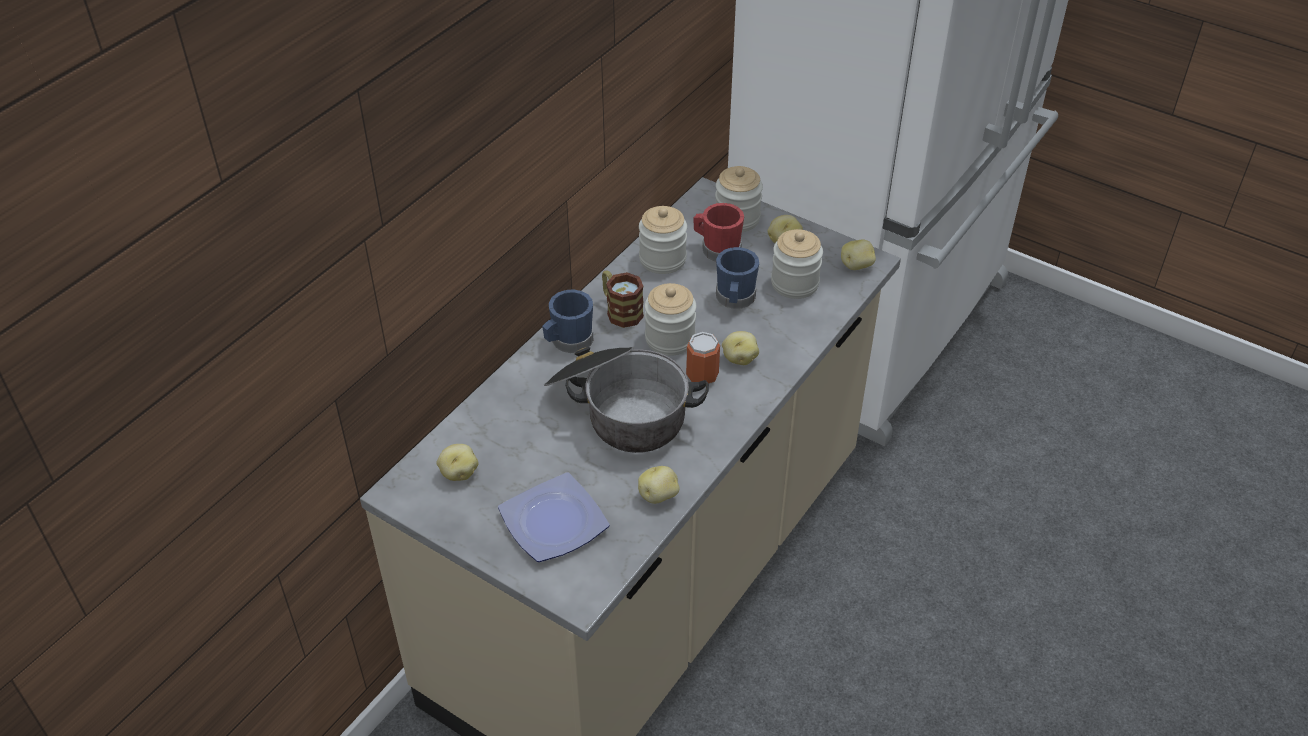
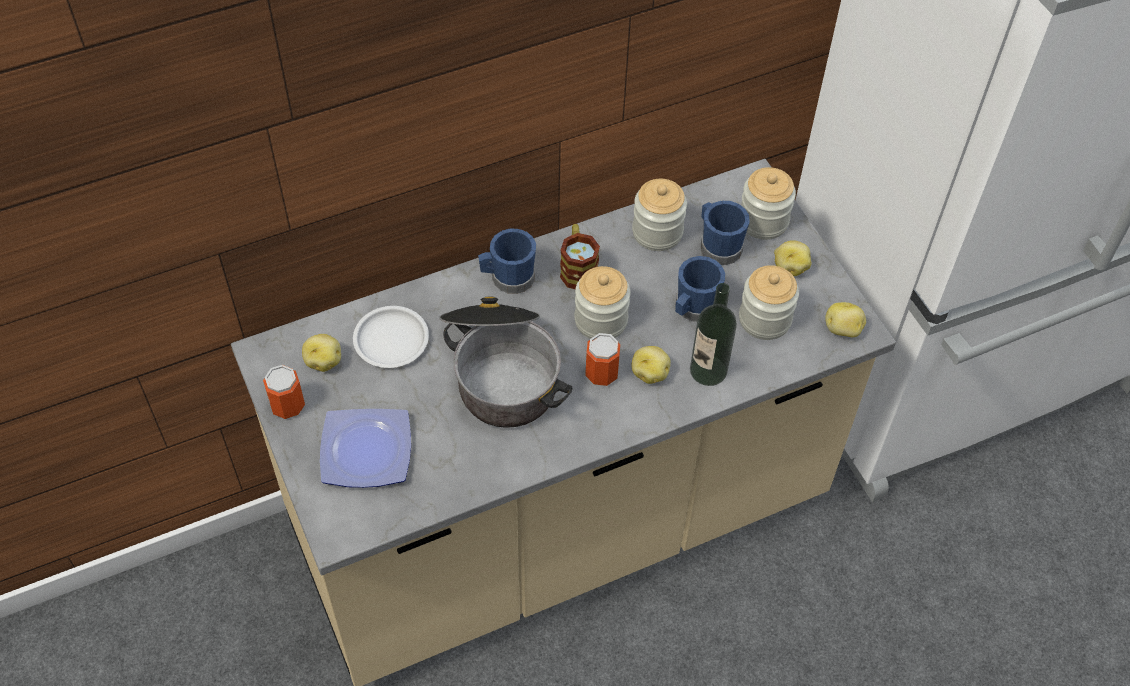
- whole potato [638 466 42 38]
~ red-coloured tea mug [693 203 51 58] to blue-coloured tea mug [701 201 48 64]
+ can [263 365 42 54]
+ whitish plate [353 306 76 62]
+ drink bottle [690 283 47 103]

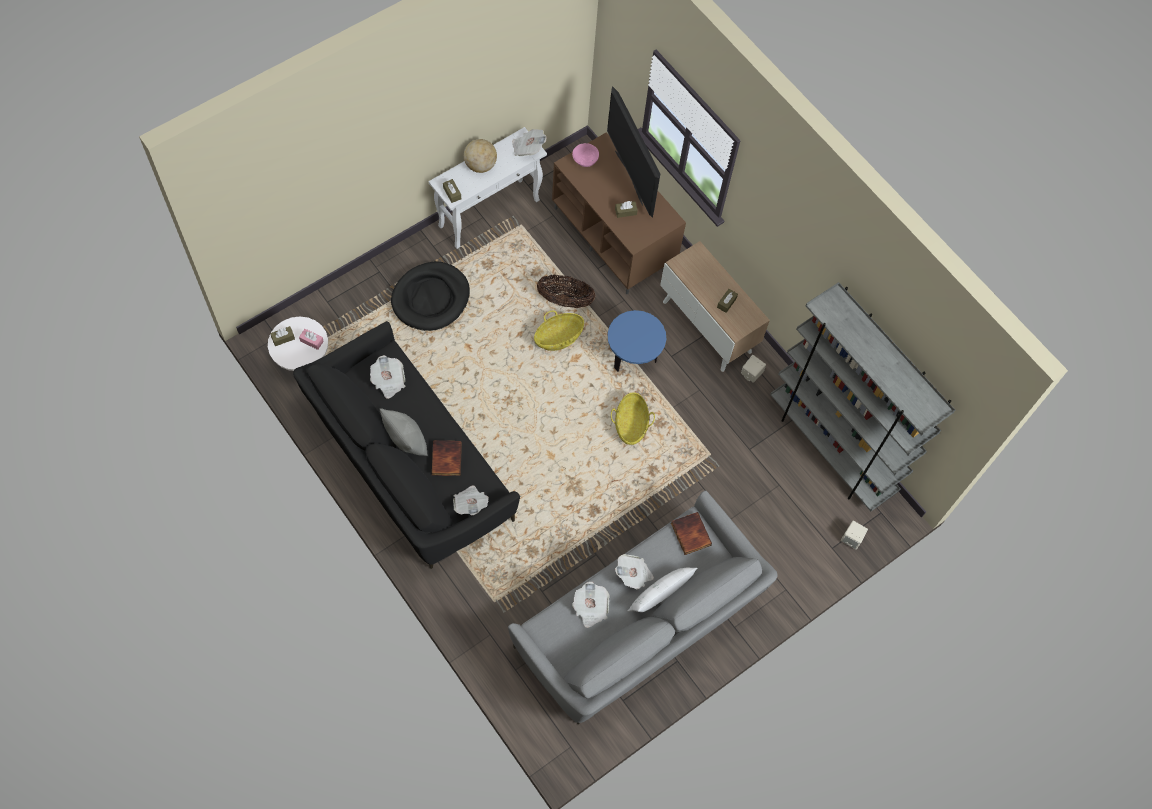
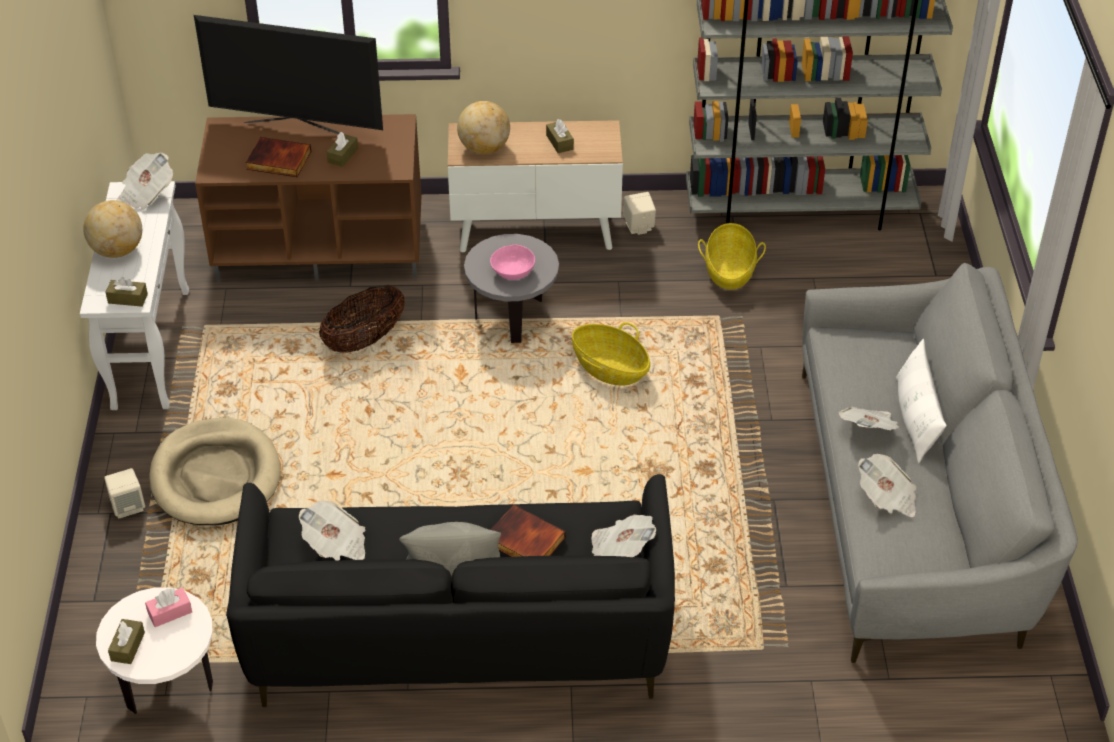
~ blackish pet bed [391 261 79 70] to sand-coloured pet bed [149 418 132 107]
~ household basket [534 310 50 41] to [698 223 68 67]
~ pink deep dish [572 143 27 24] to [490 245 45 35]
~ blue-coloured end table [607 310 59 62] to gray end table [464 234 95 109]
~ volume [671 512 41 43] to [246 137 65 40]
~ sand-coloured audio speaker [841 521 27 29] to [104 468 41 51]
+ desk globe [457 101 53 53]

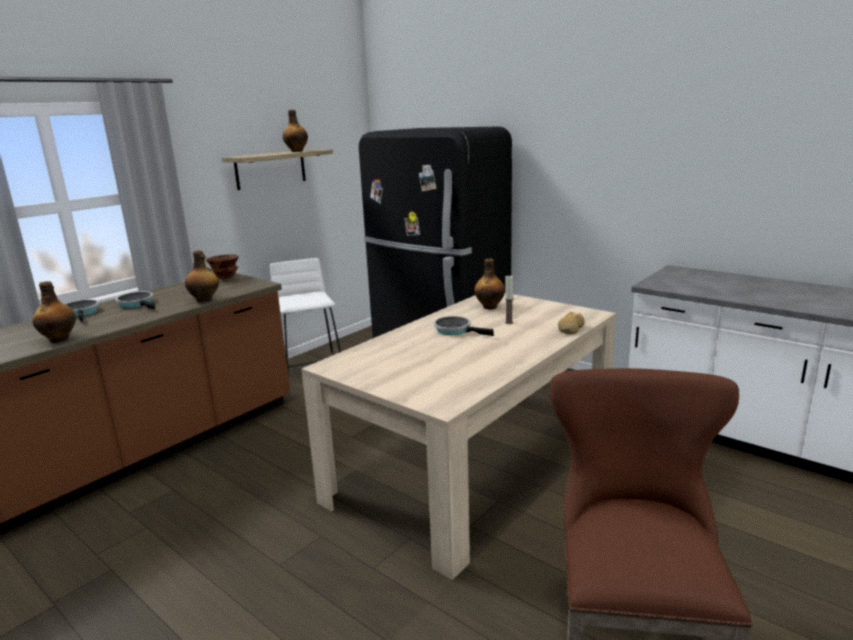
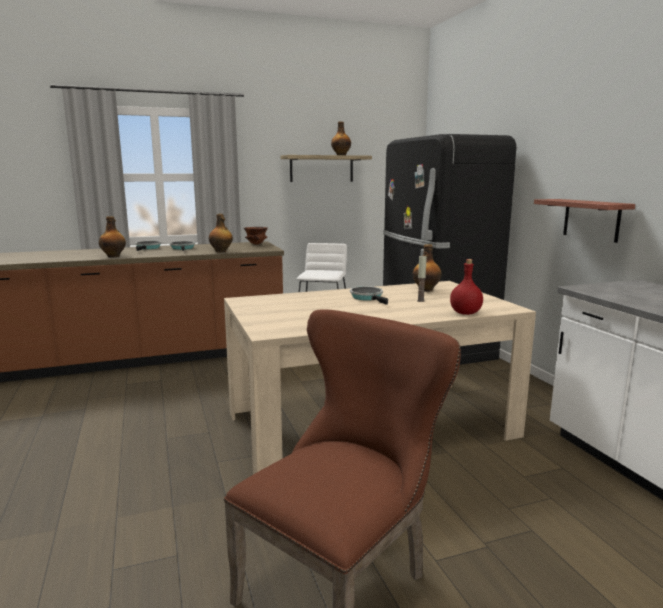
~ bakery bread [558 312 27 22] to red-coloured drink bottle [450 259 33 56]
+ shelf [534 199 101 44]

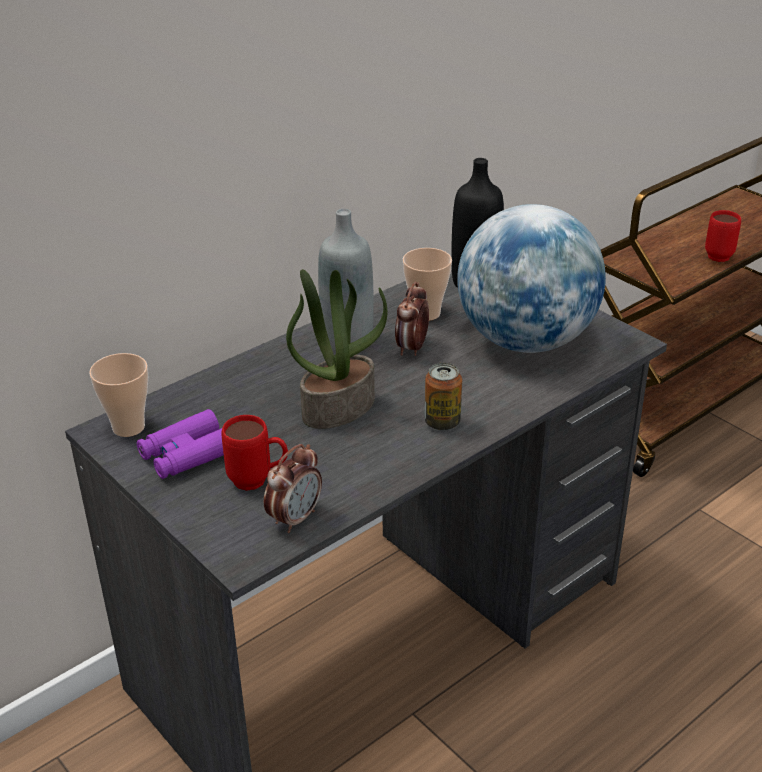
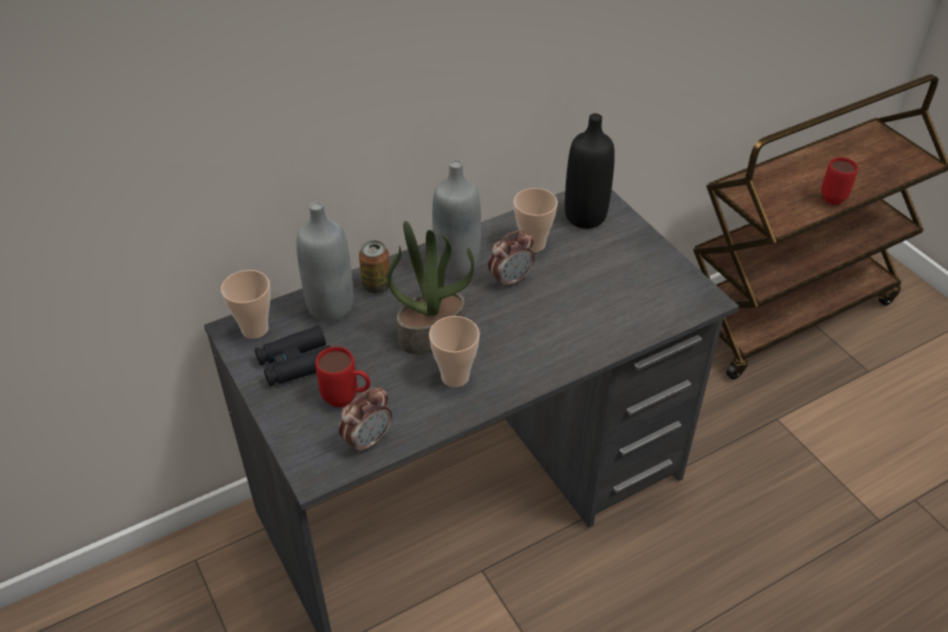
~ purple-coloured pair of binoculars [137 409 87 70] to blackish pair of binoculars [255 326 76 60]
~ bedside clock [395 282 34 74] = [488 230 47 59] 150 degrees counterclockwise
~ can [425 363 37 68] to [359 240 31 54]
- desk globe [457 204 149 149]
+ gray drink bottle [297 201 56 121]
+ small cup [429 316 51 71]

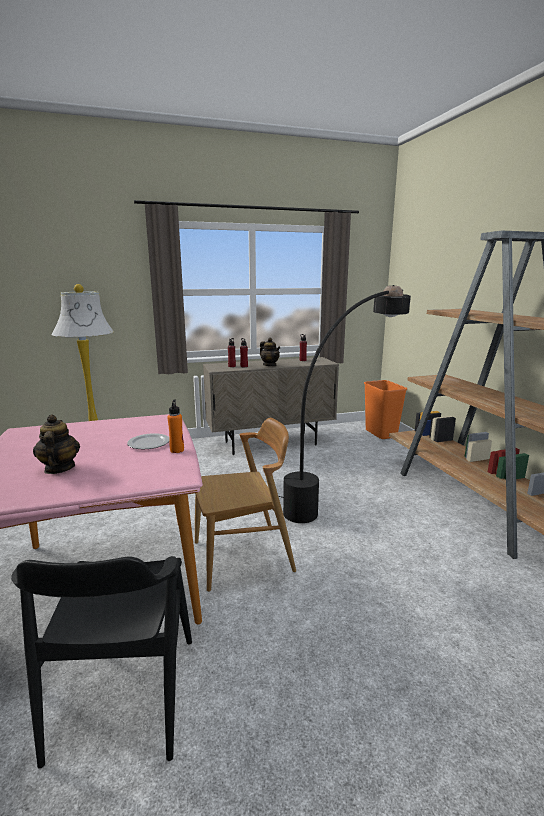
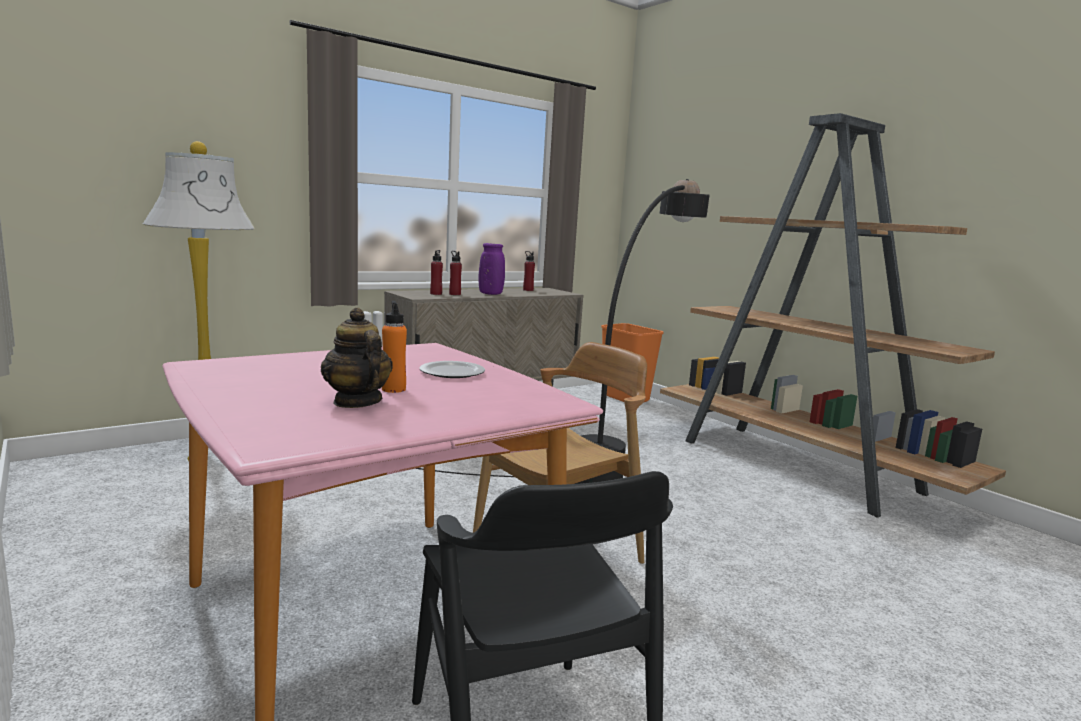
~ orangey drink bottle [168 400 16 53] to [382 301 25 92]
~ tea pot [260 338 20 28] to purple-coloured vase [479 243 26 52]

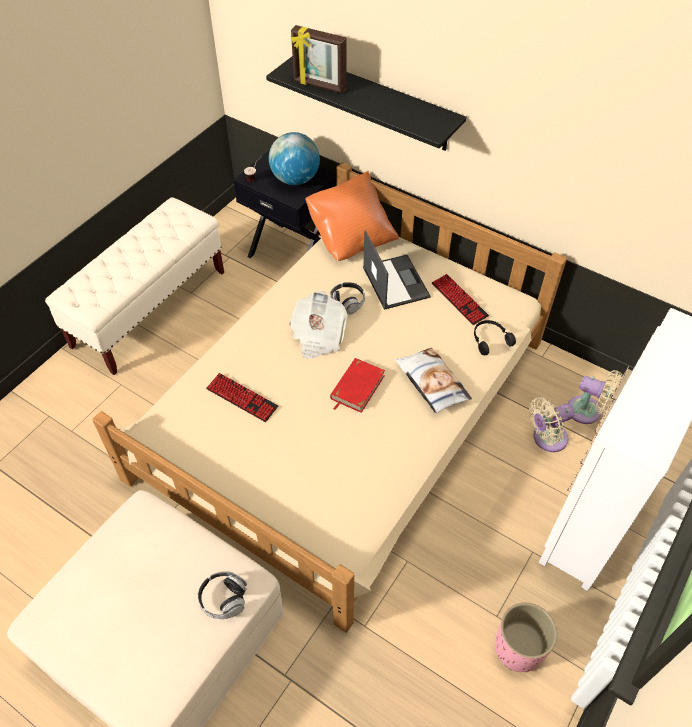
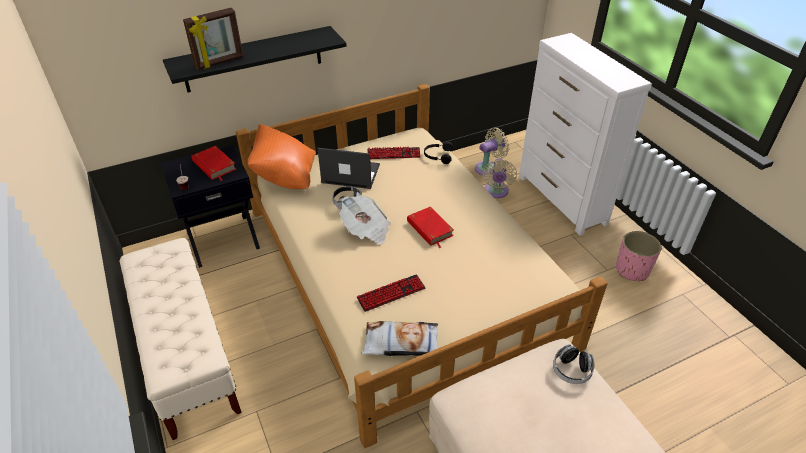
~ desk globe [269 132 51 53] to red-coloured volume [191 146 45 35]
~ cushion [395 348 77 66] to [361 321 77 35]

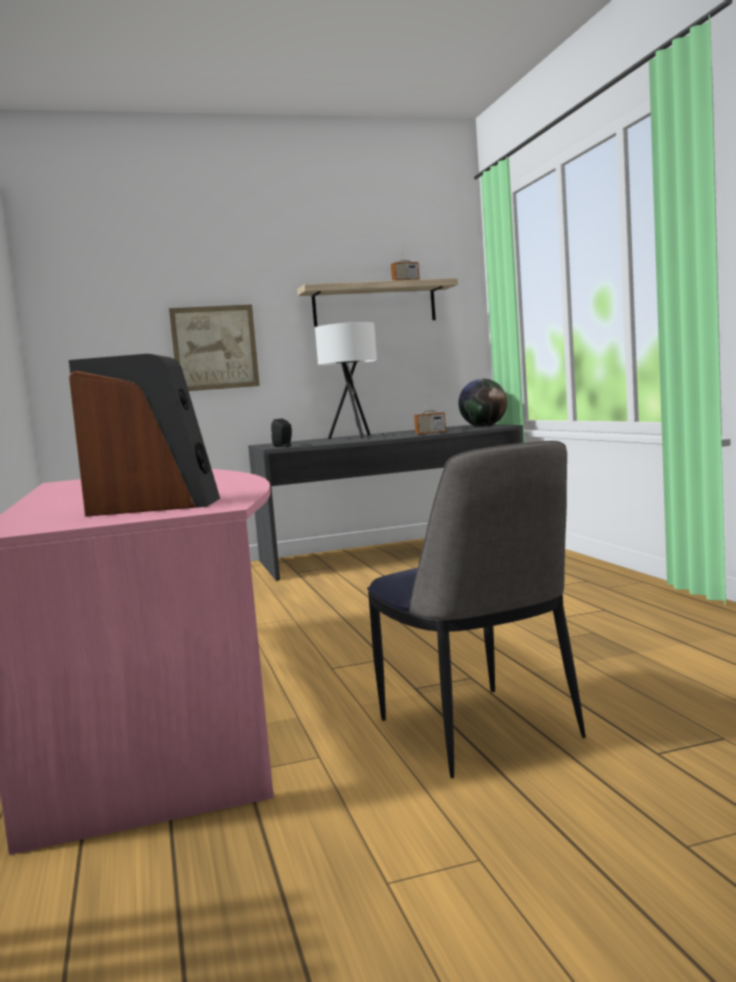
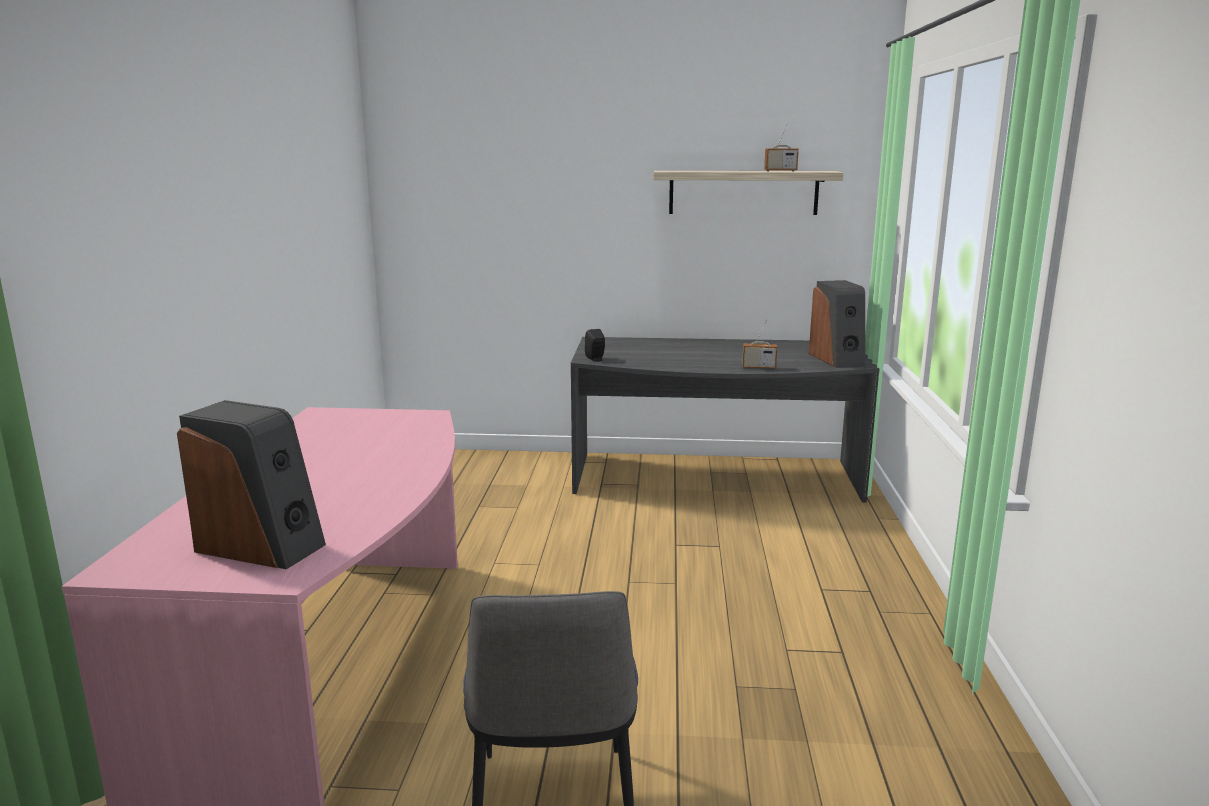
- wall art [169 304 91 87]
- whitish tabletop lamp [315 322 72 117]
~ desk globe [459 379 48 48] to audio speaker [809 280 56 88]

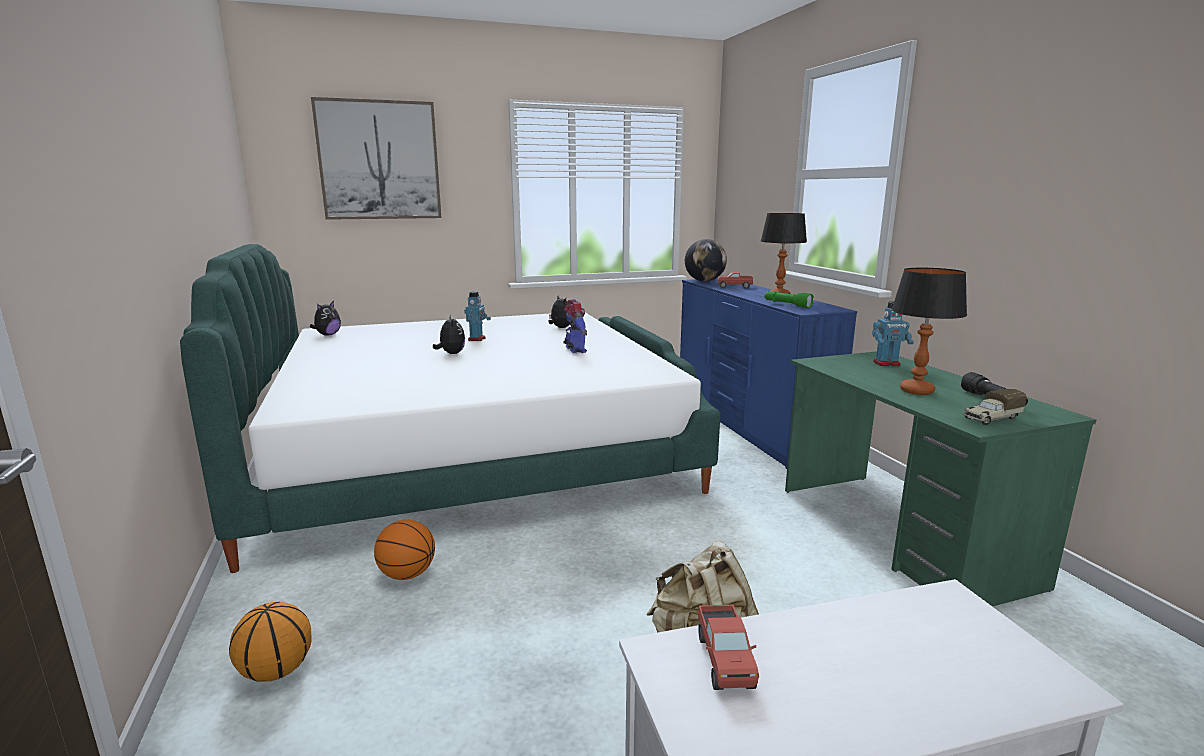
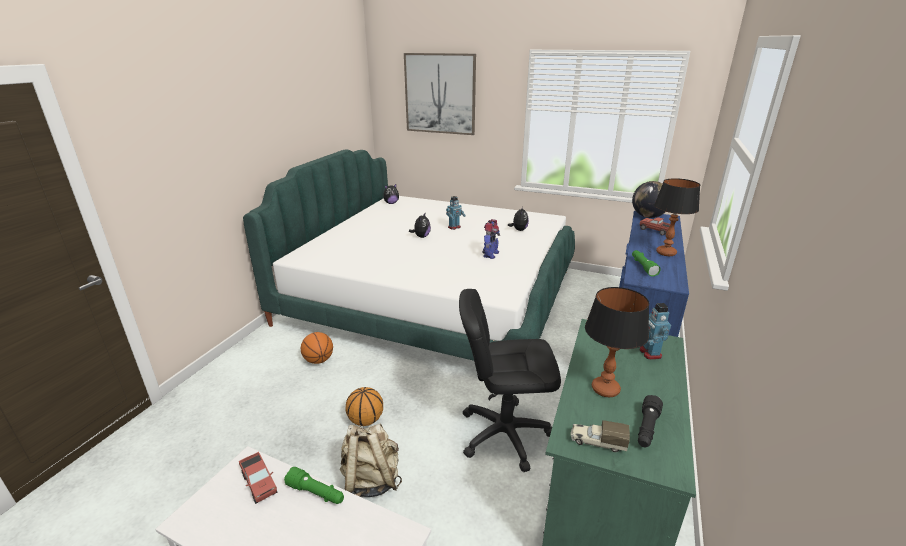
~ basketball ball [229 602 83 80] to [346 387 37 39]
~ toy lorry [698 605 61 85] = [239 452 38 52] 75 degrees counterclockwise
~ toy robot [872 302 42 64] = [639 303 32 56] 45 degrees clockwise
+ greenish flashlight [284 467 60 37]
+ blackish desk chair [459 289 102 183]

